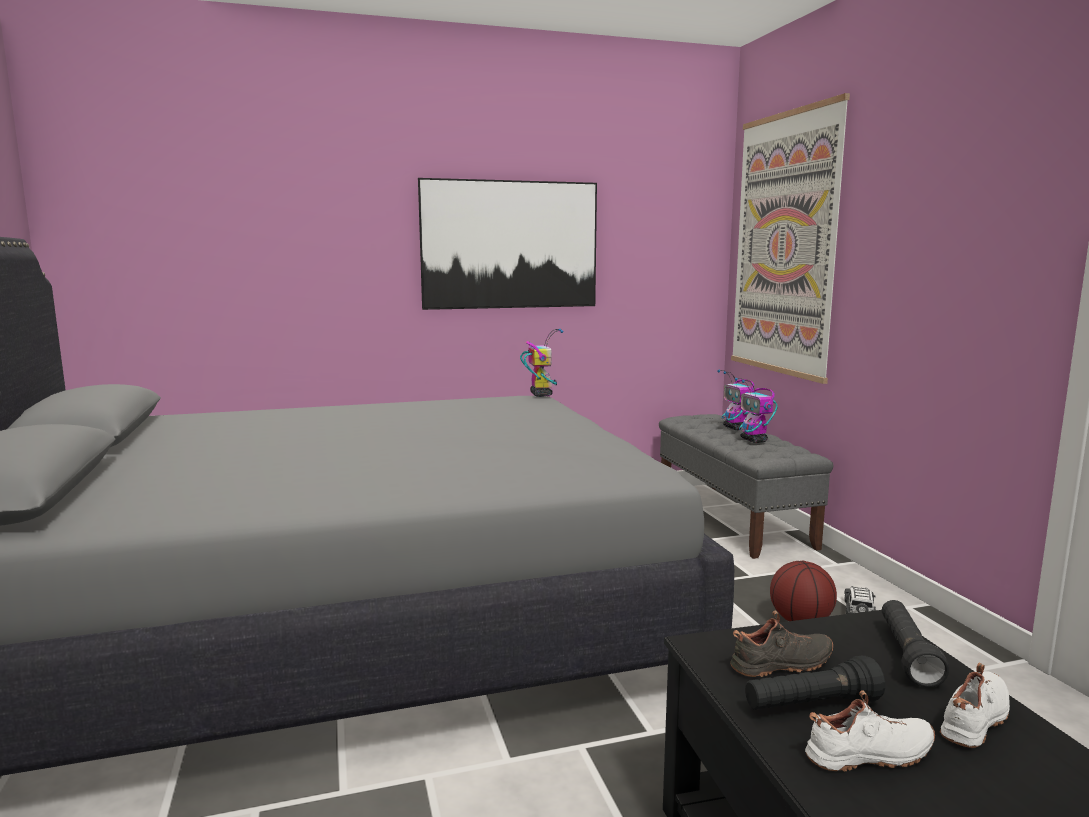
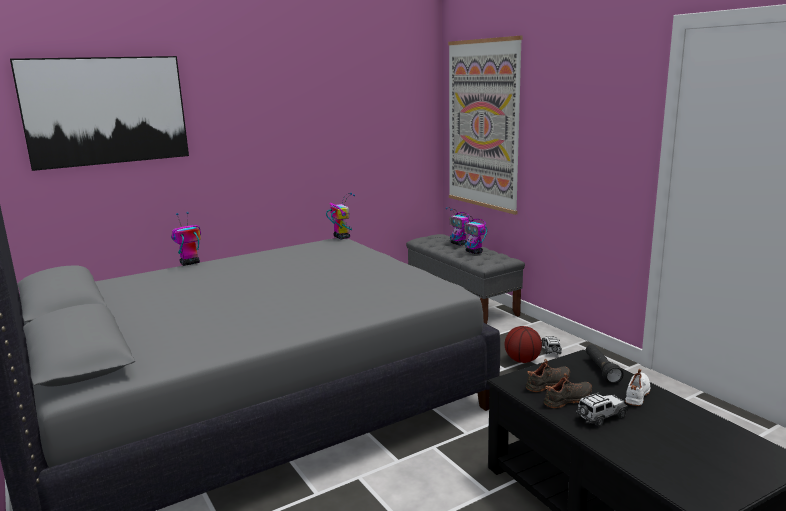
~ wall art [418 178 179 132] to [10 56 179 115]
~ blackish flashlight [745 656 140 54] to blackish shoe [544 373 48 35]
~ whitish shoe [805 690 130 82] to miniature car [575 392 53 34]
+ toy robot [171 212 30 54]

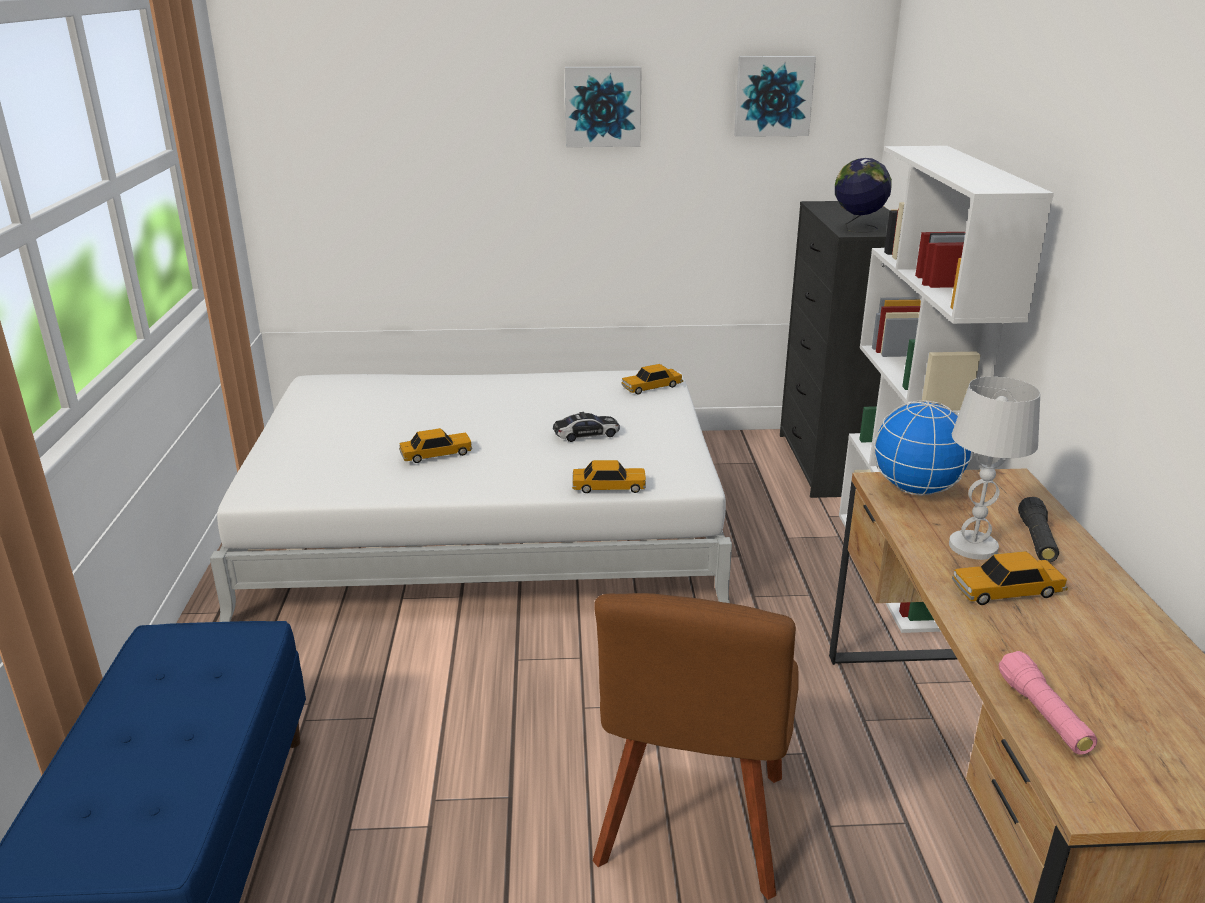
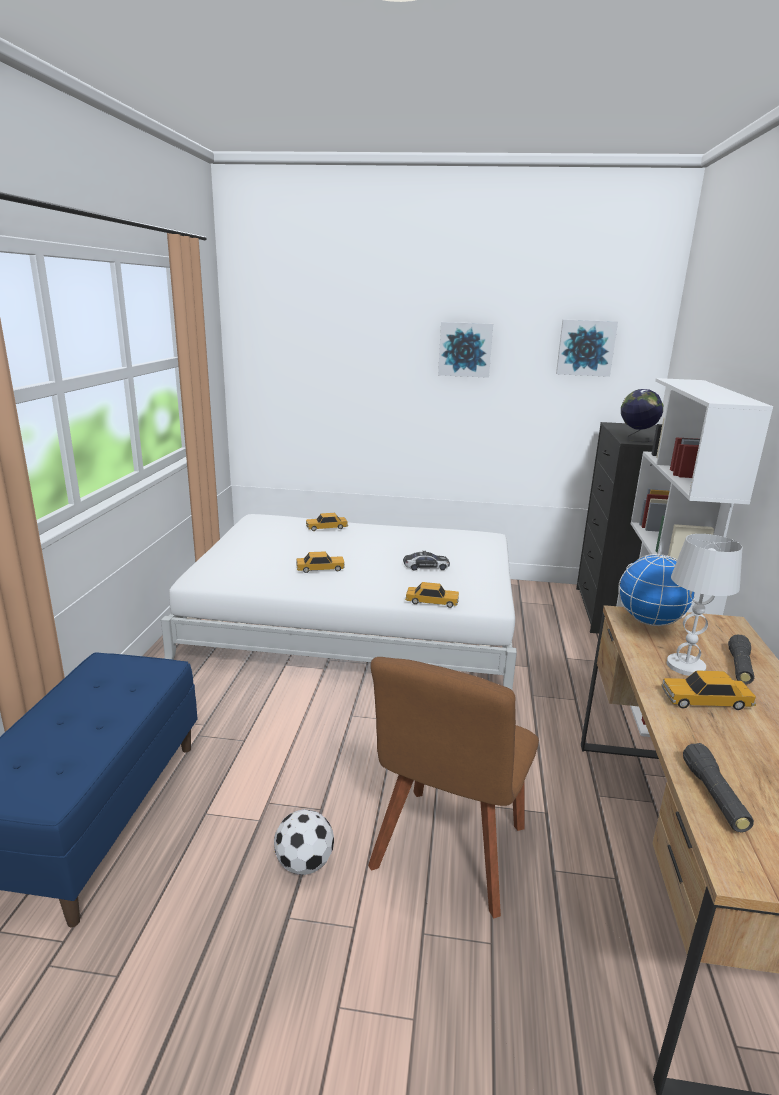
~ miniature car [621 364 62 31] to [306 513 42 18]
~ pink flashlight [999 651 98 104] to blackish flashlight [683 743 71 89]
+ football [274 809 60 66]

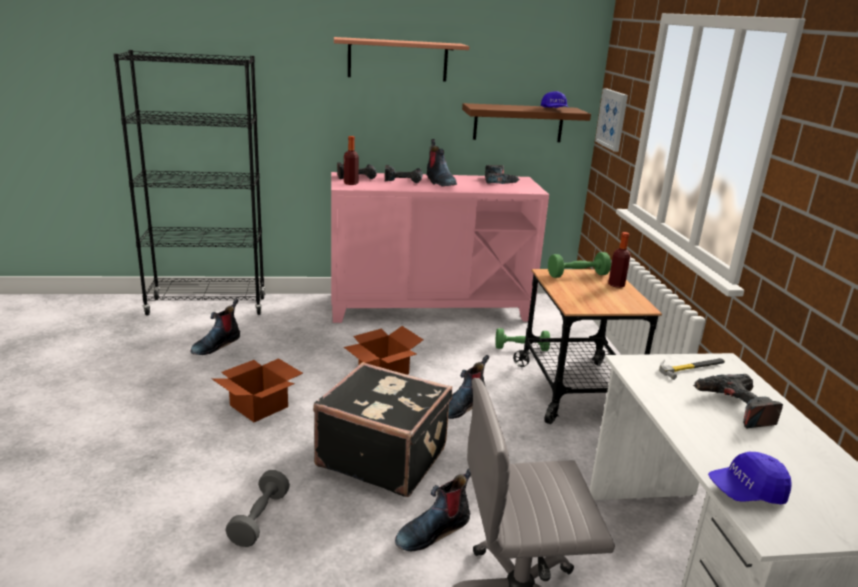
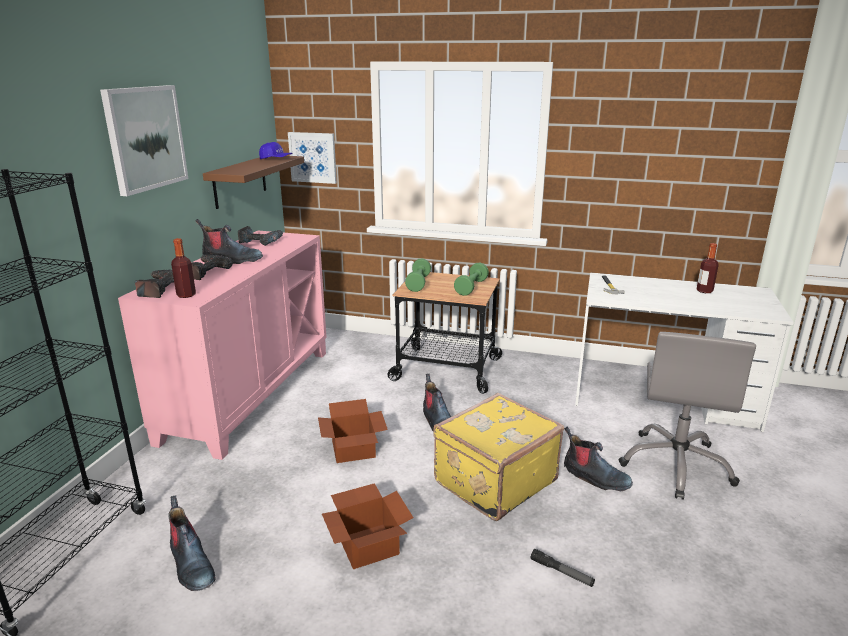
~ gray free weight [226 470 64 77] to flashlight [531 549 64 38]
~ blackish travel case [313 362 139 135] to yellow travel case [433 393 131 128]
~ shelf [334 37 136 44] to wall art [100 85 88 111]
~ tall boot [395 469 76 83] = [564 426 69 65] 45 degrees counterclockwise
~ greenish free weight [495 328 55 23] to [454 263 35 33]
~ drink bottle [608 232 23 56] to [697 243 22 50]
- electric drill [693 374 90 54]
- blue-coloured cap [708 452 84 52]

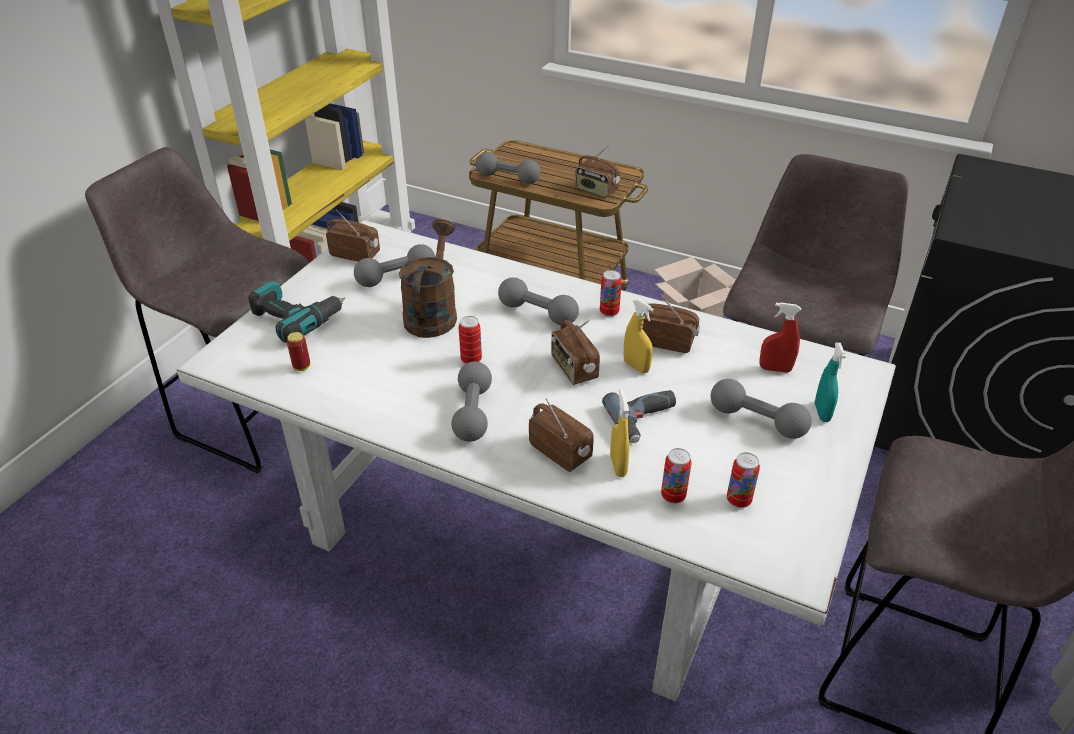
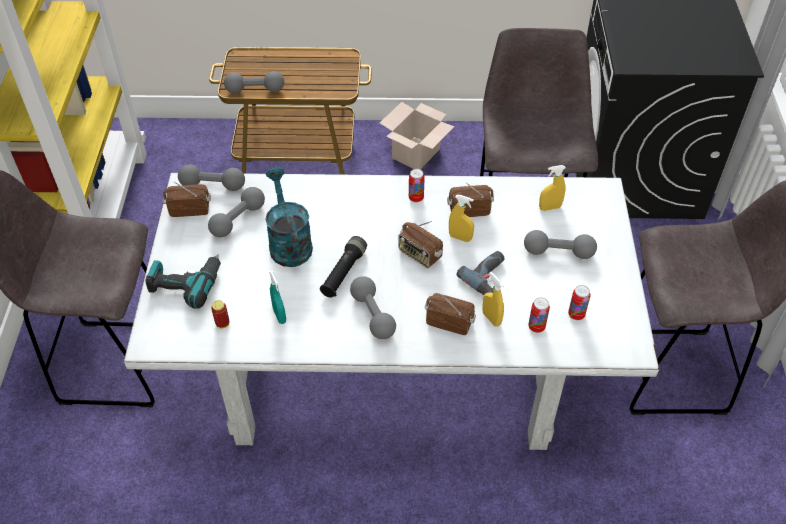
~ brownish sprinkling can [399 219 58 119] to blue-green sprinkling can [265 168 48 99]
~ can [458 316 24 48] to blackish flashlight [320 236 47 62]
~ gray free weight [498 277 81 48] to [178 164 67 27]
- radio receiver [575 146 45 51]
~ red-coloured sprayer [760 302 41 71] to yellow sprayer [539 165 27 46]
~ blue-green sprayer [815 343 31 79] to [269 271 17 53]

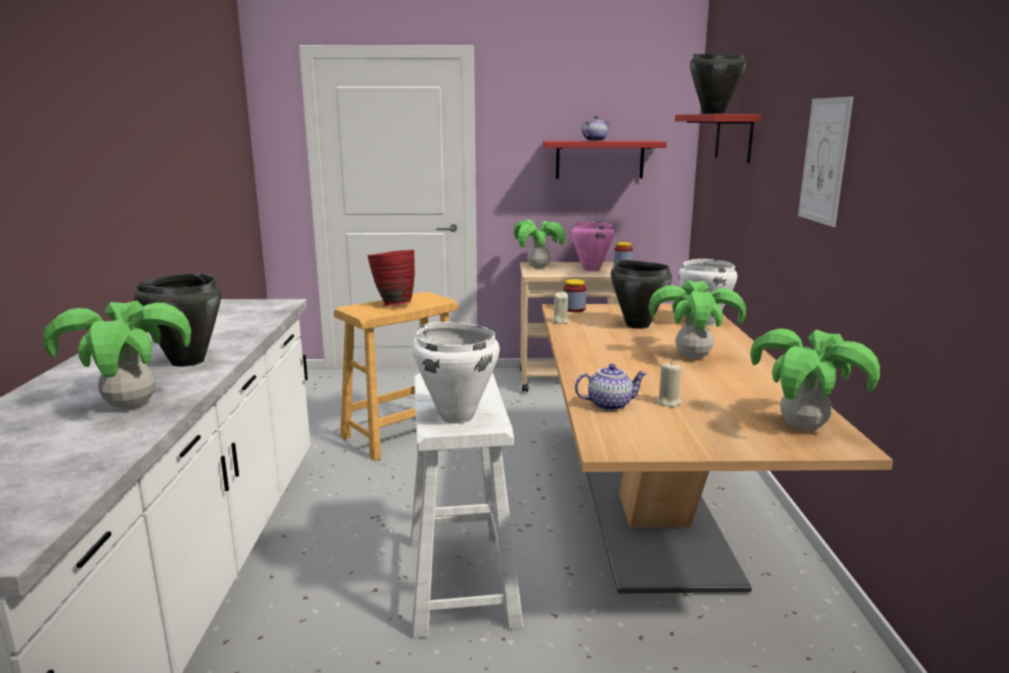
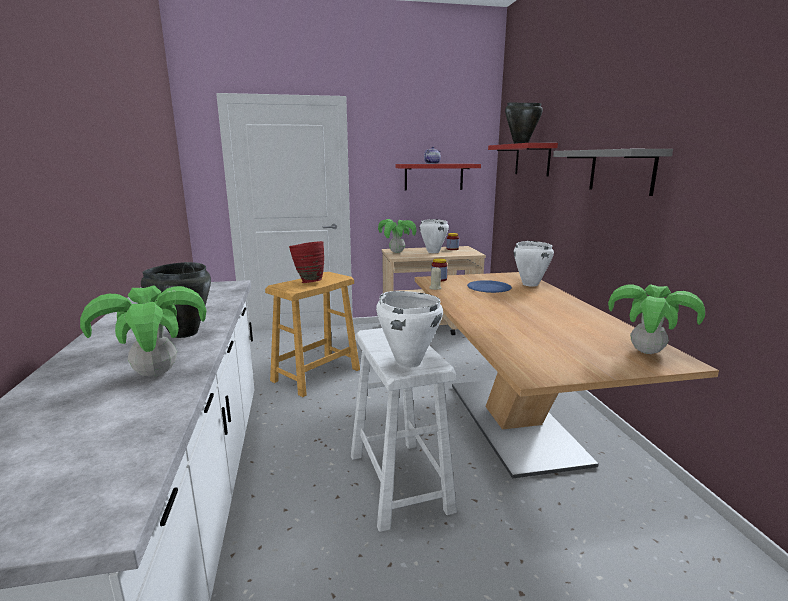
~ pink stockpot [572 221 42 50] to whitish stockpot [420 219 29 34]
- tea pot [575 364 72 47]
~ blackish stockpot [611 260 61 69] to blue-coloured plate [467 280 45 13]
- potted plant [649 280 97 79]
- sand-coloured candle [656 362 26 46]
~ wall art [798 96 56 131] to gray shelf [553 149 120 47]

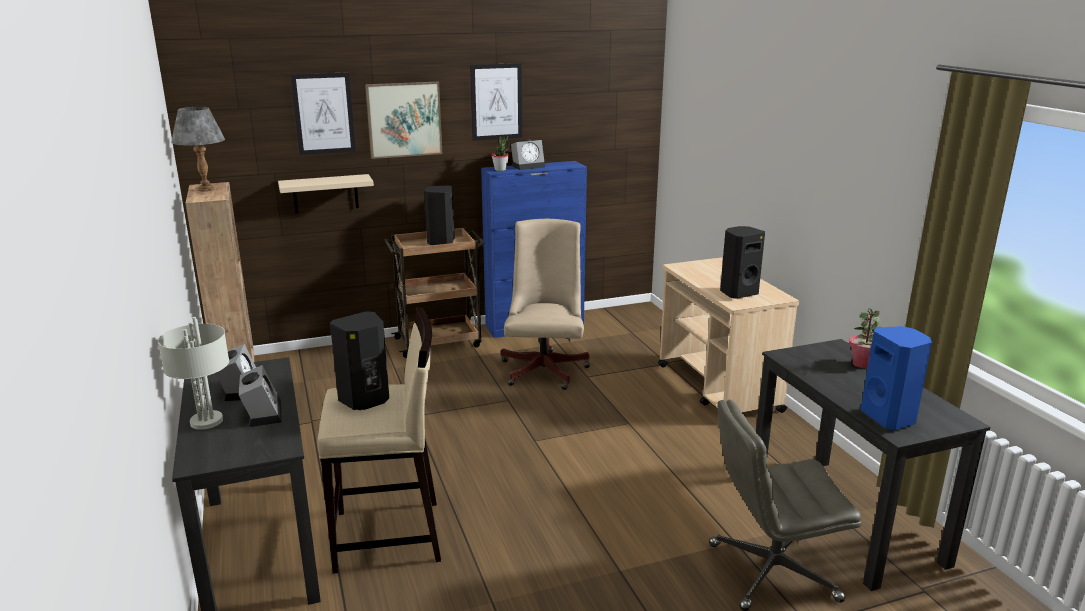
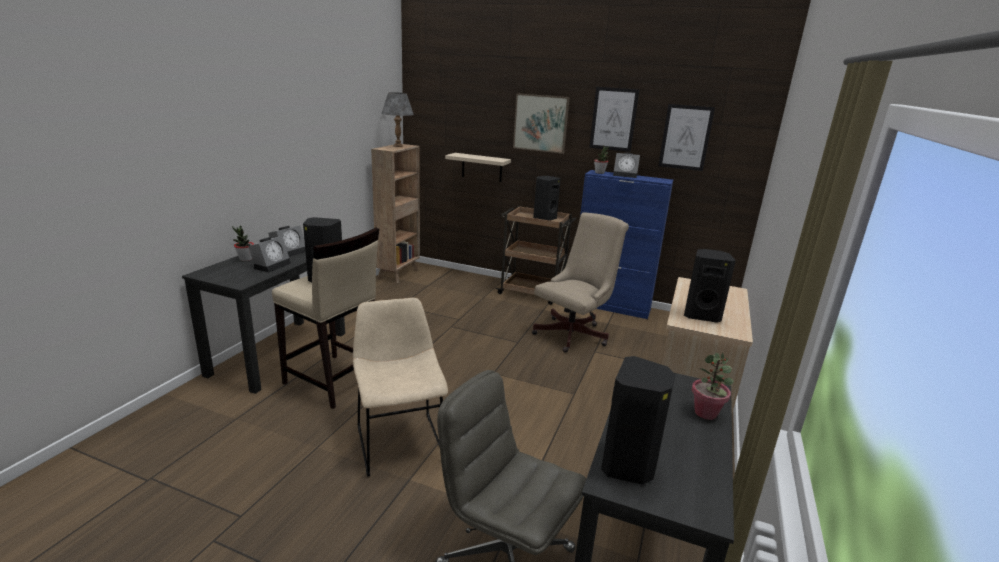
~ gray tabletop lamp [158 317 71 113] to potted plant [232 226 22 35]
~ wall art [291 72 65 83] to [658 104 57 67]
~ blue-coloured audio speaker [861 326 71 104] to blackish audio speaker [601 356 74 129]
+ sand-coloured plain chair [353 298 95 179]

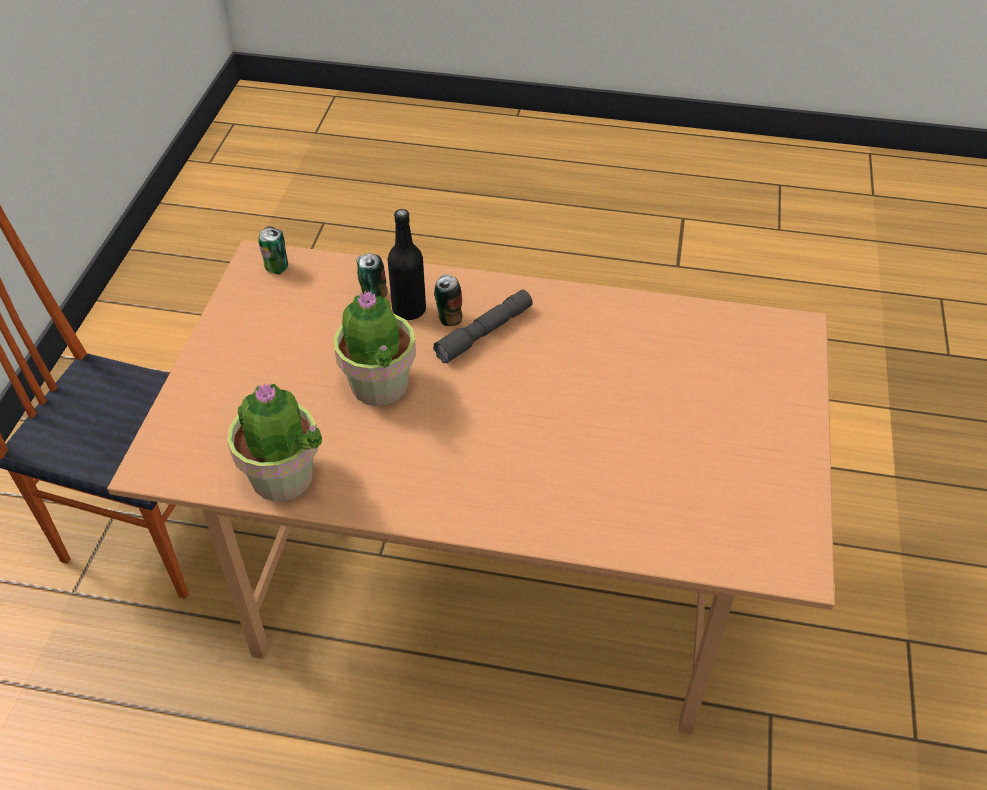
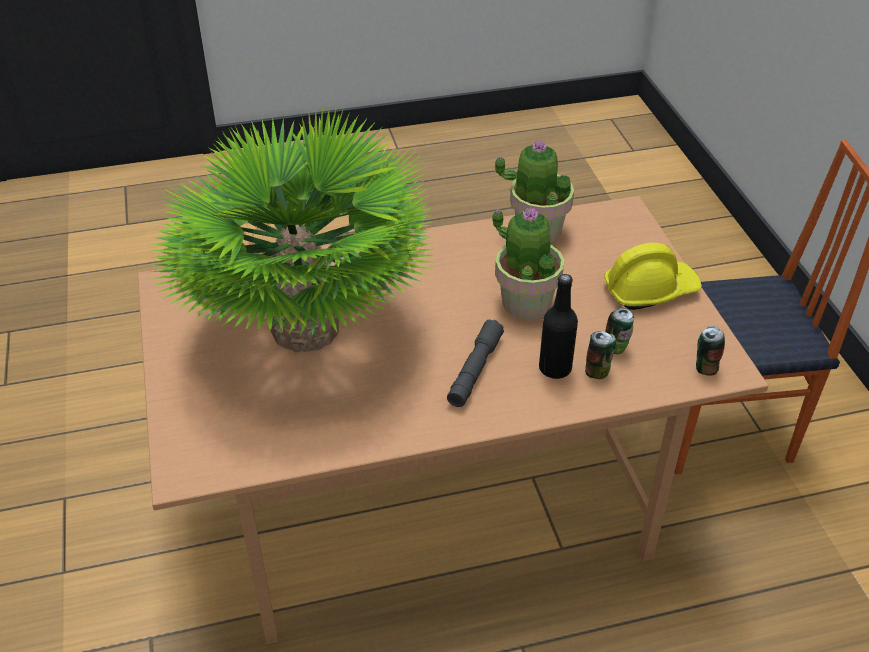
~ can [434 274 29 52] to [605 308 29 46]
+ potted plant [150 106 287 246]
+ yellow work helmet [604 243 98 67]

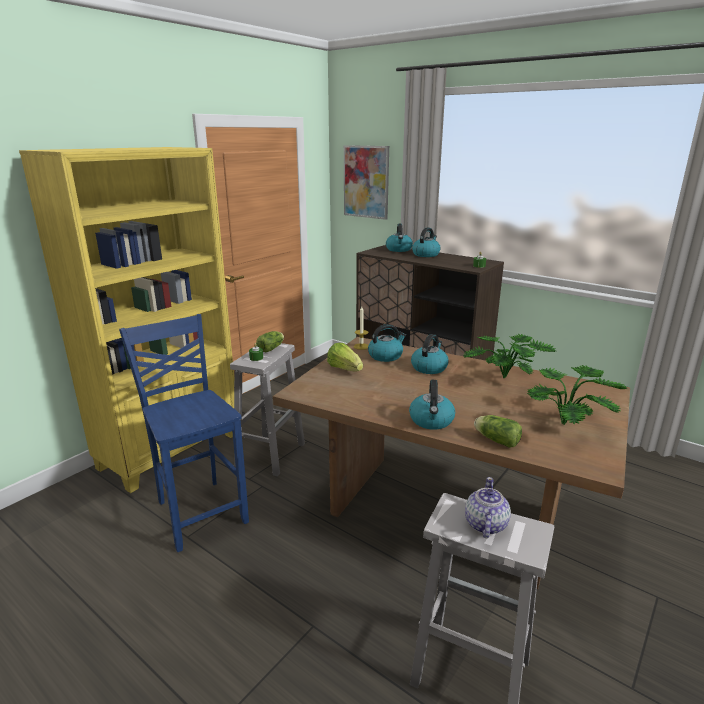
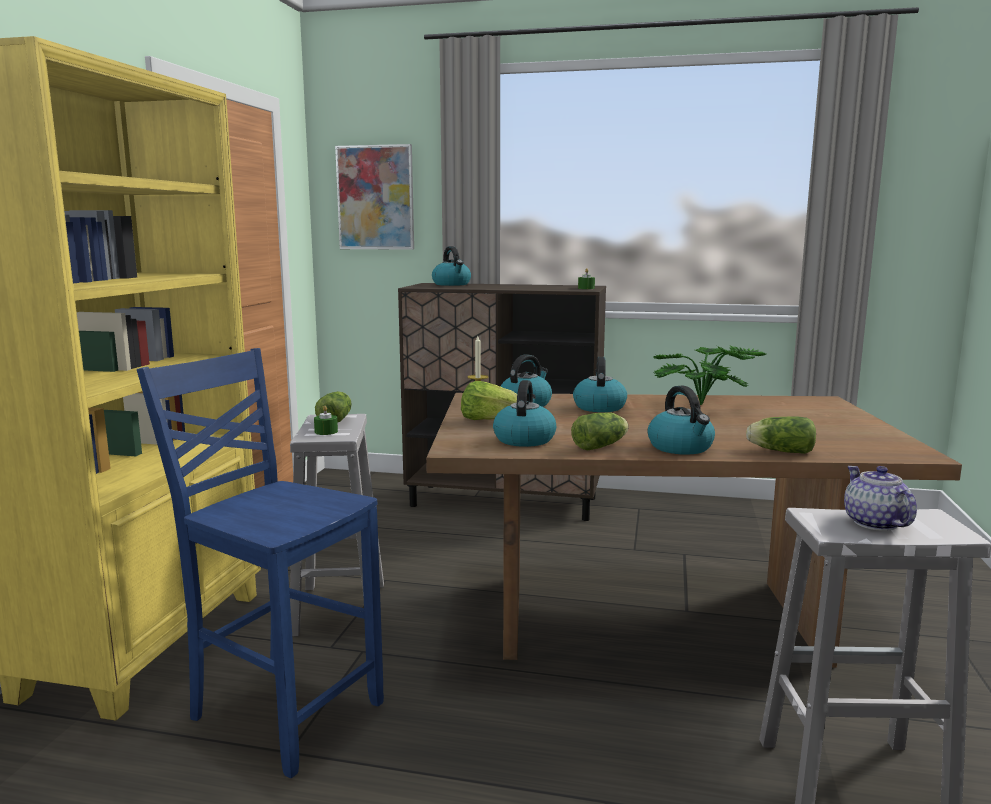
~ water kettle [412 228 29 29] to [493 380 63 67]
- potted plant [527 365 100 60]
+ head of lettuce [571 412 58 38]

